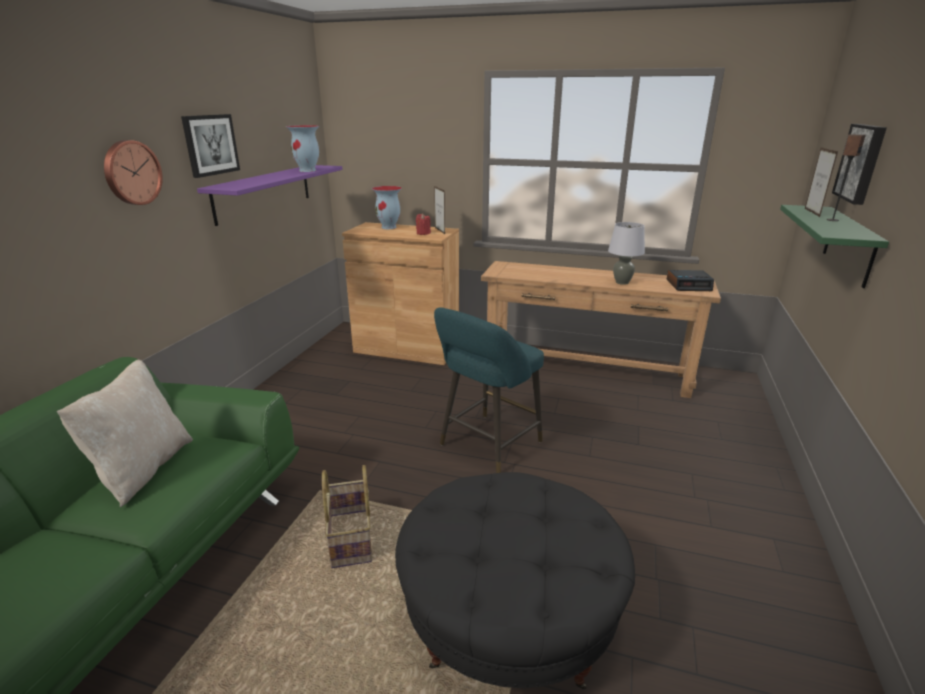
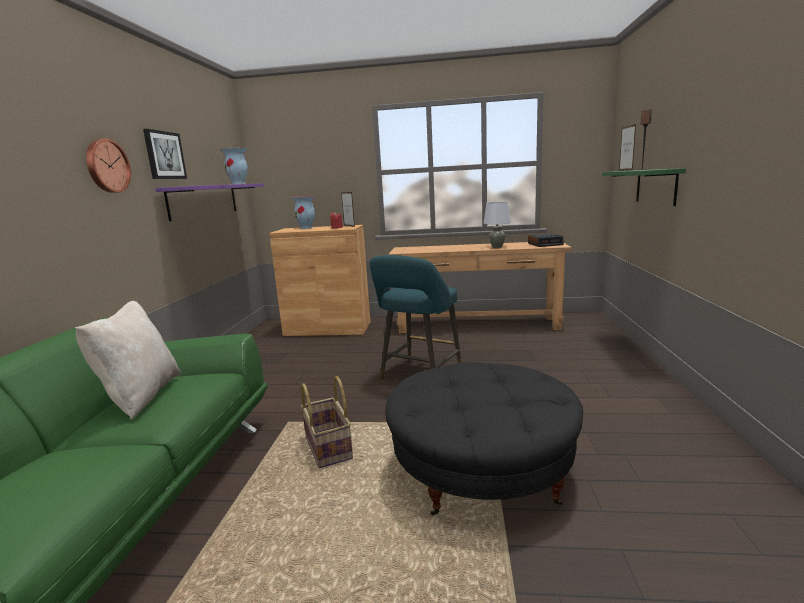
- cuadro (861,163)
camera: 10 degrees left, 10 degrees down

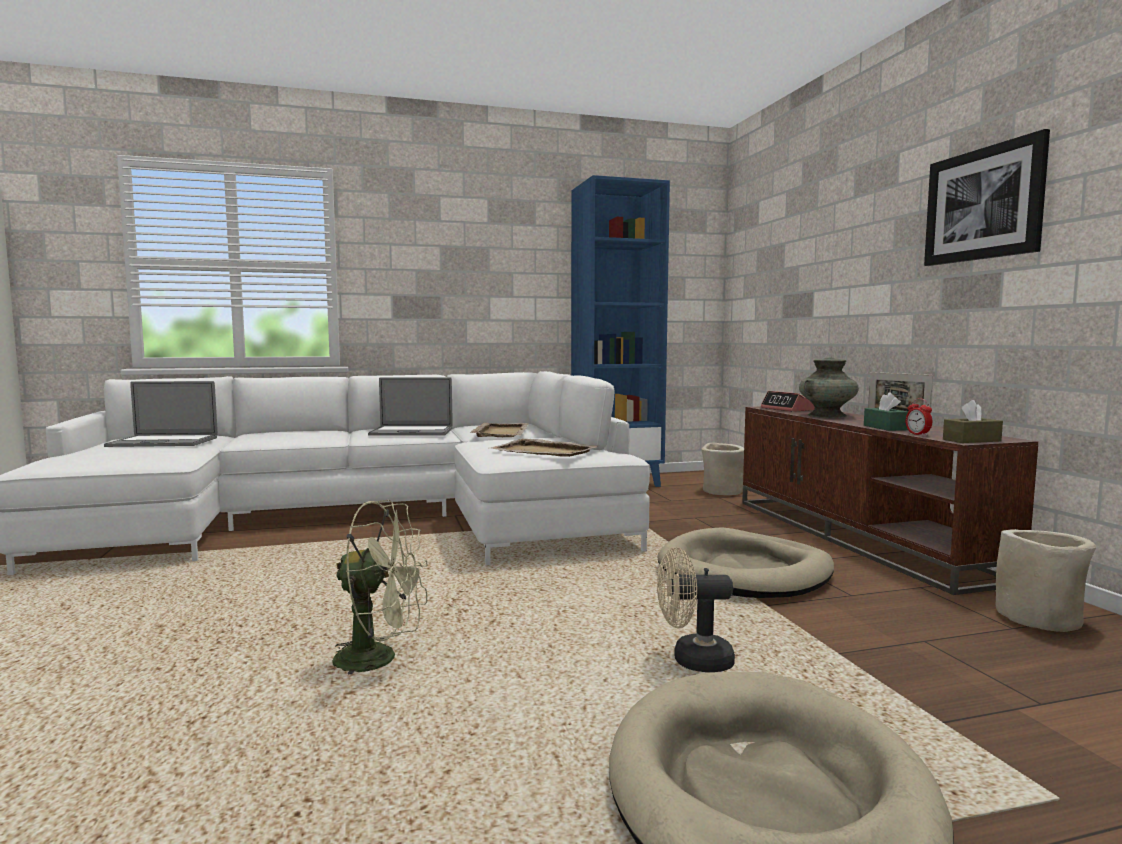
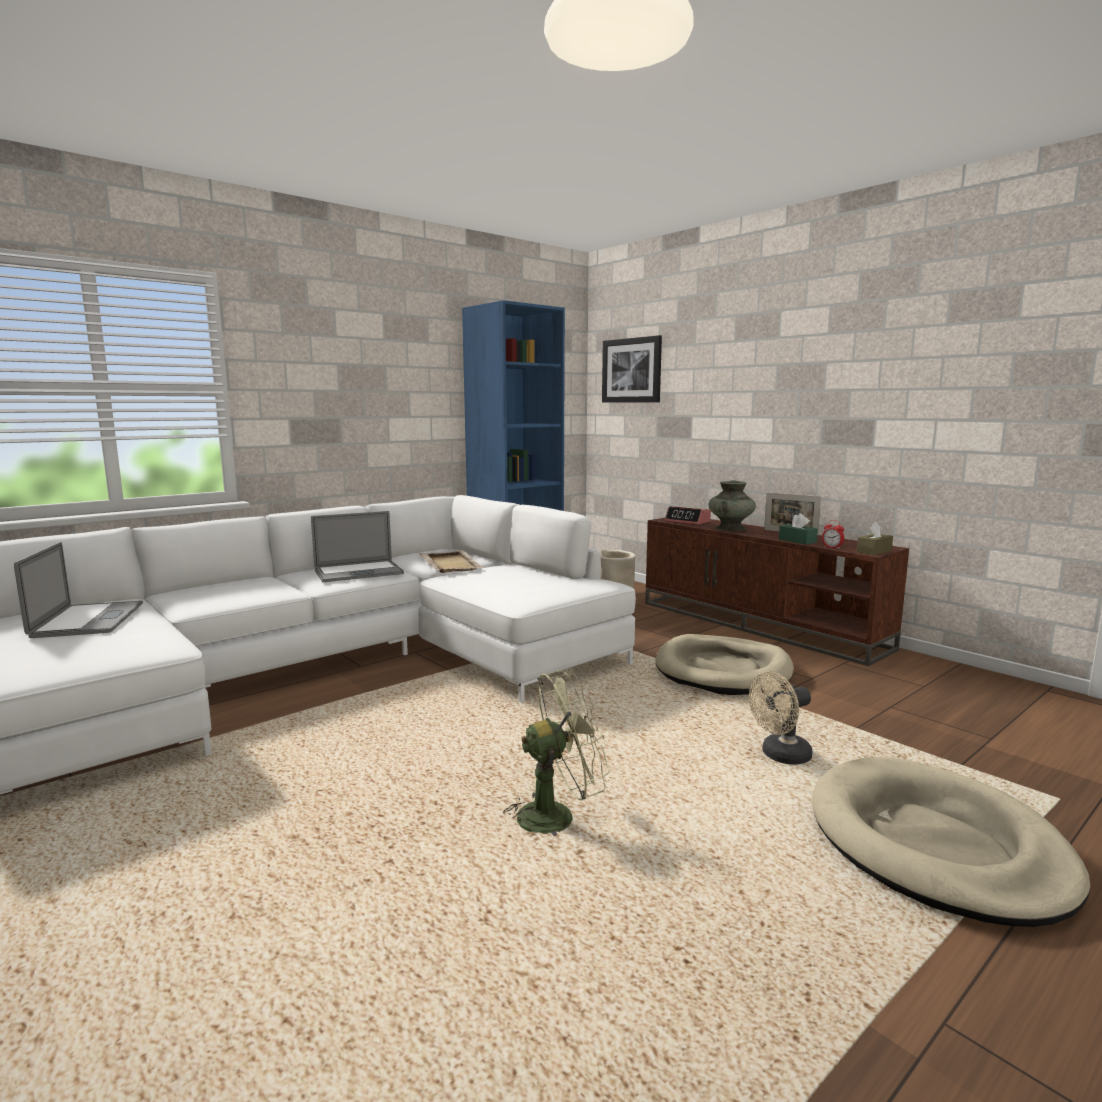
~ portátil (163,442) = (88,620) 75 degrees counterclockwise
- bandeja (beis) (545,451)
~ cuadro (983,204) to (631,370)
- maceta (beis) (1040,619)
camera: 25 degrees left, 5 degrees up

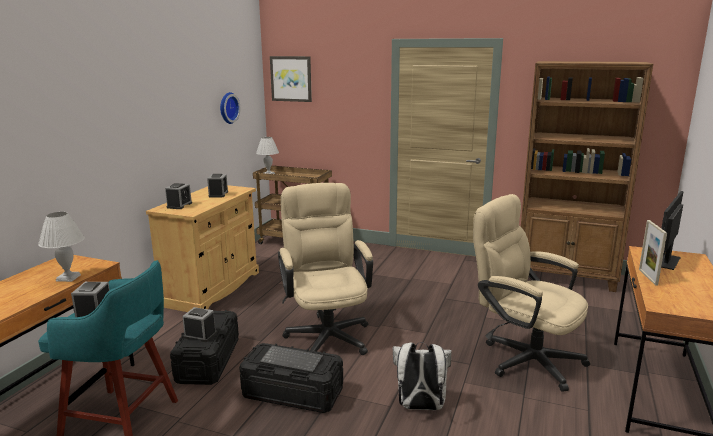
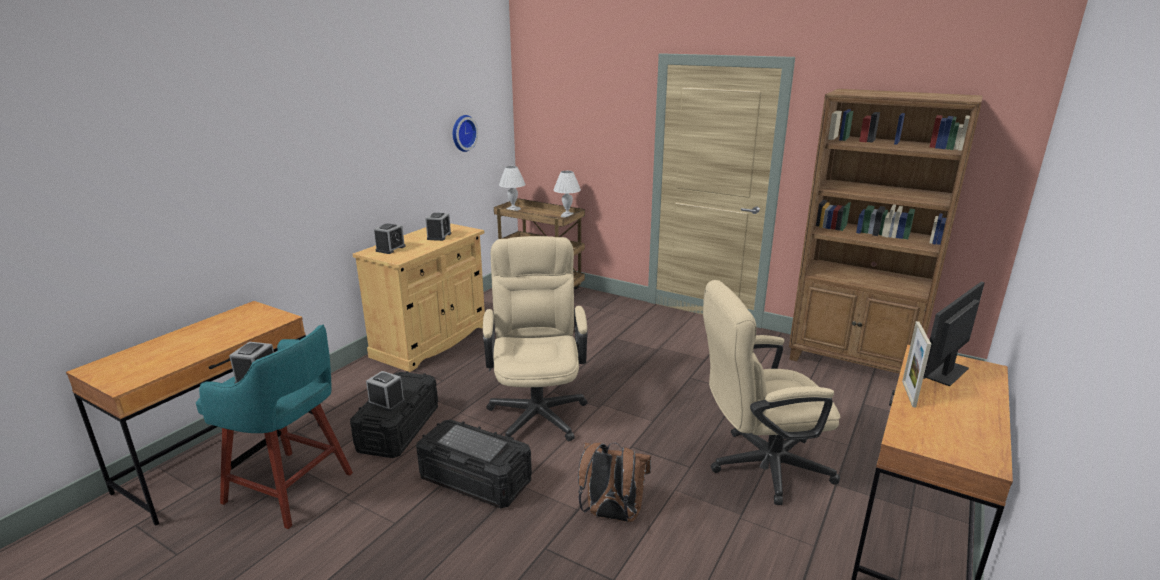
~ lámpara de mesa (blanco) (68,278) to (567,215)
- cuadro (291,78)
~ mochila (blanco) (420,407) to mochila (marrón) (611,515)
~ silla de oficina (beis) (524,357) = (759,466) 60 degrees counterclockwise
camera: 10 degrees right, 5 degrees up

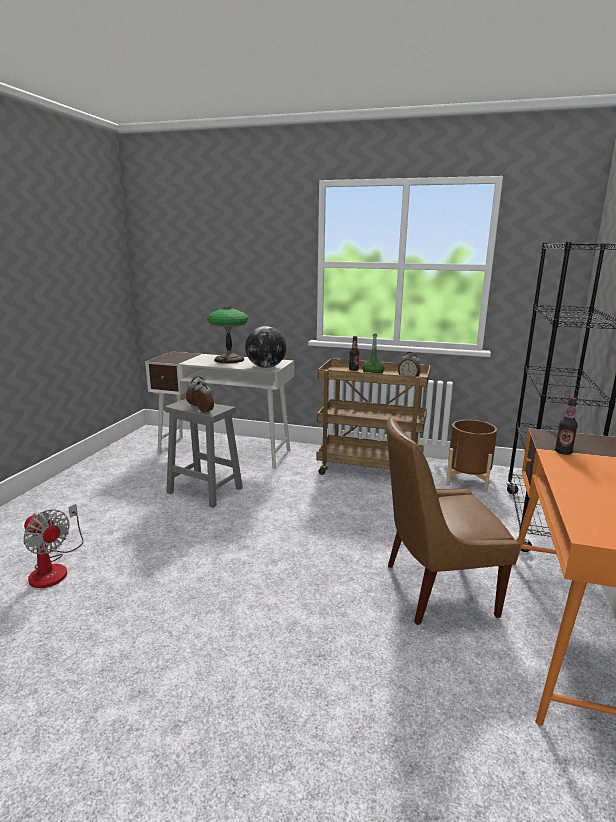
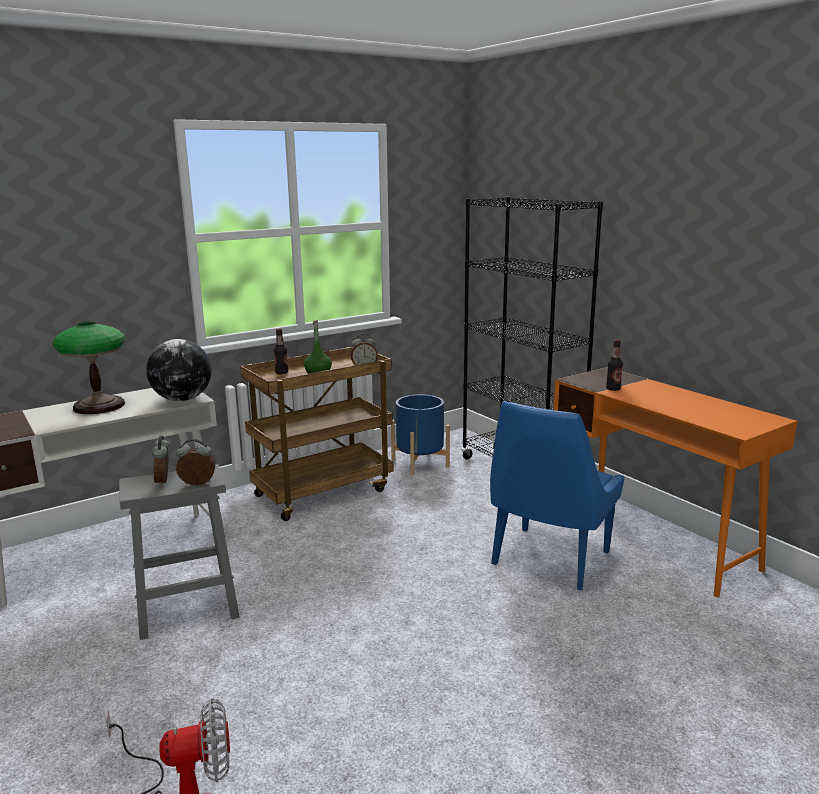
~ silla (marrón) (434,590) to silla (azul) (548,560)
~ maceta (marrón) (468,480) to maceta (azul) (420,463)
camera: 50 degrees left, 0 degrees up

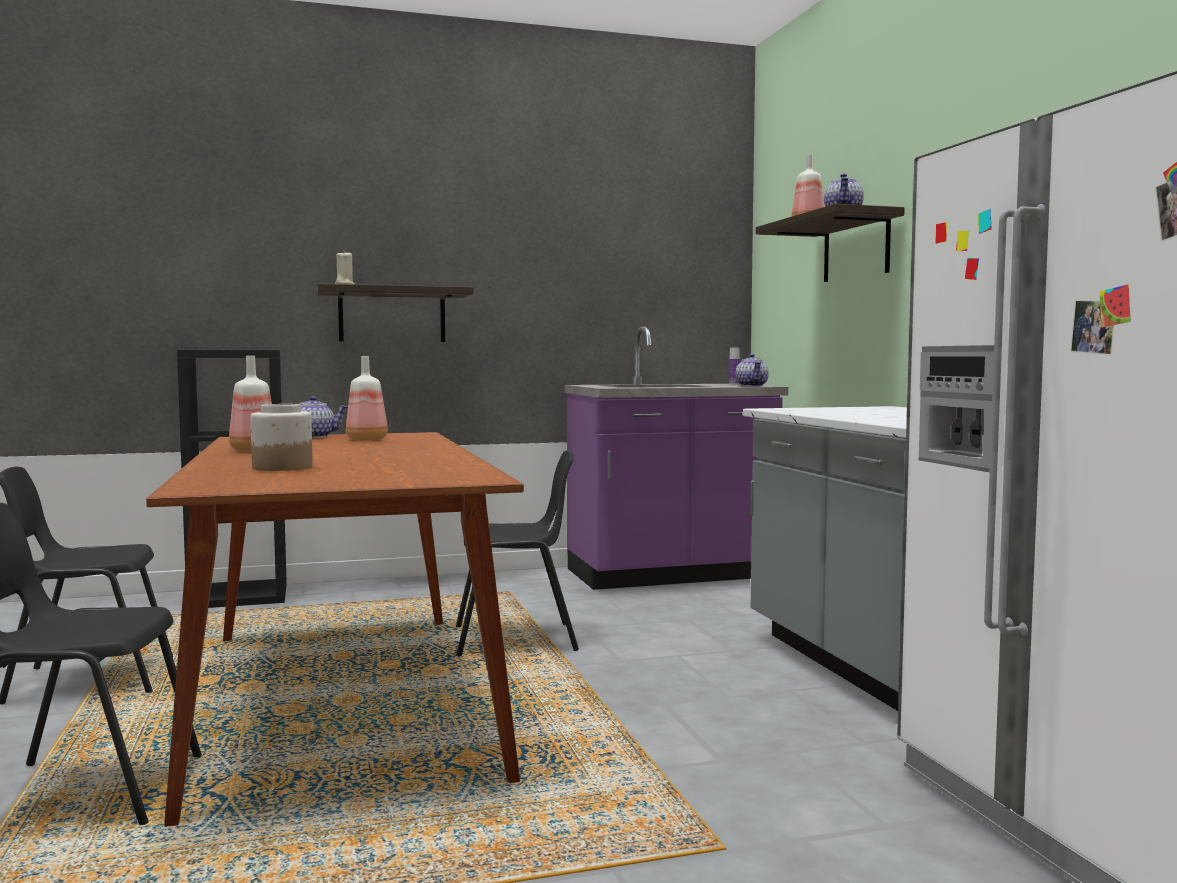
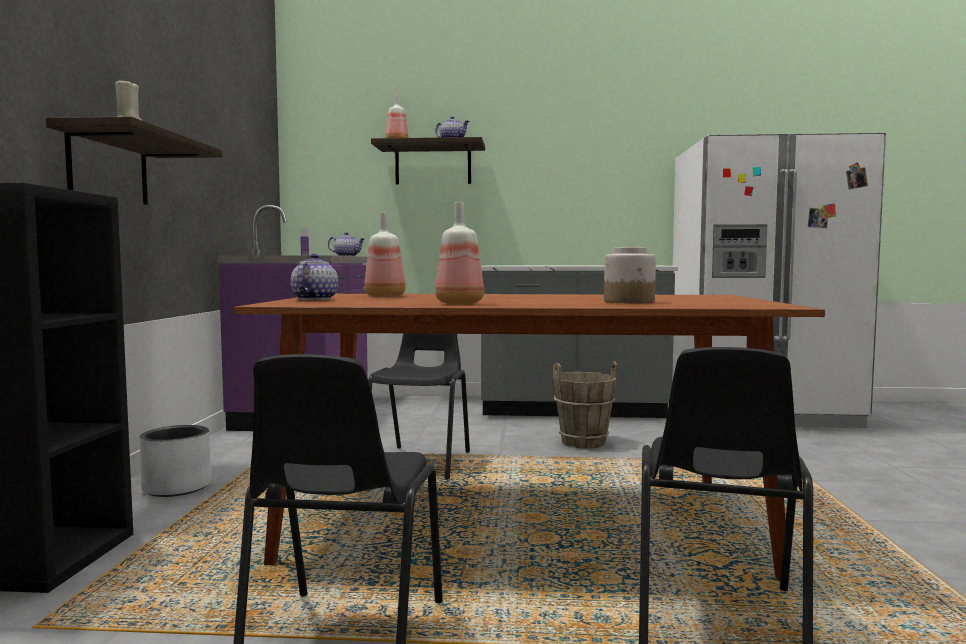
+ maceta (gris) (177,487)
+ cubo (marrón) (583,442)
camera: 70 degrees left, 0 degrees up

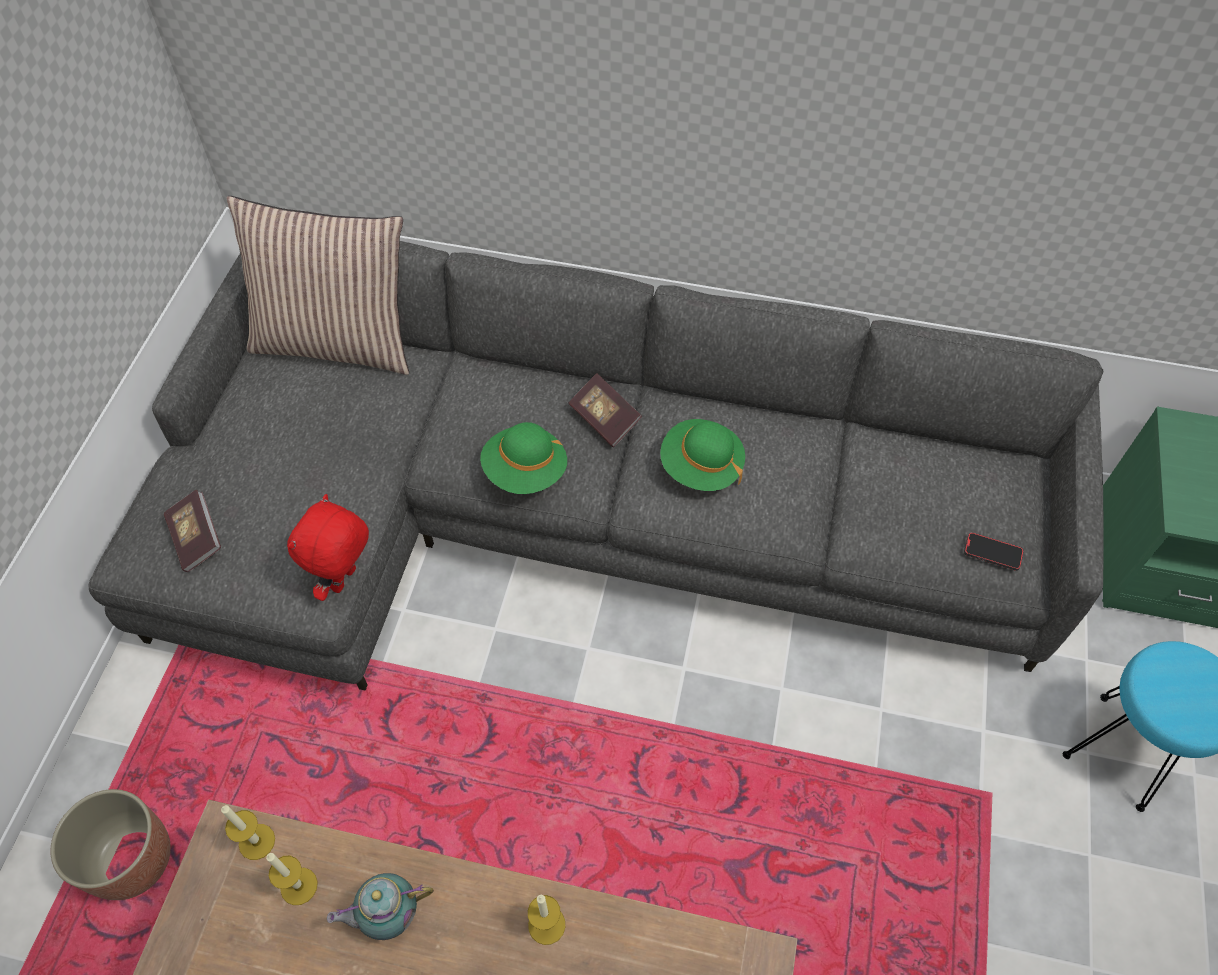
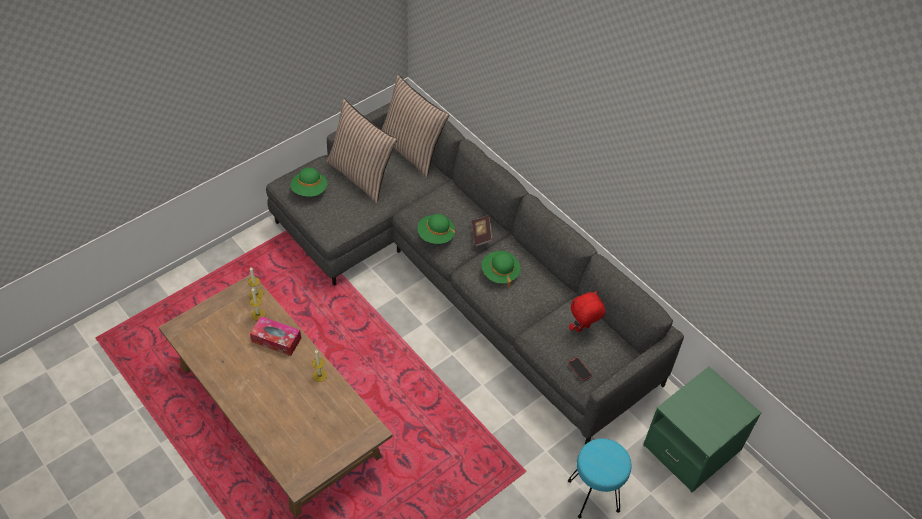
- maceta (132,859)
~ libro (197,538) to sombrero (verde) (309,190)
~ peluche (rojo) (345,580) to (583,329)
~ tetera (387,915) to caja de pañuelos (276,340)
+ cojín (361,175)
camera: 35 degrees right, 5 degrees down

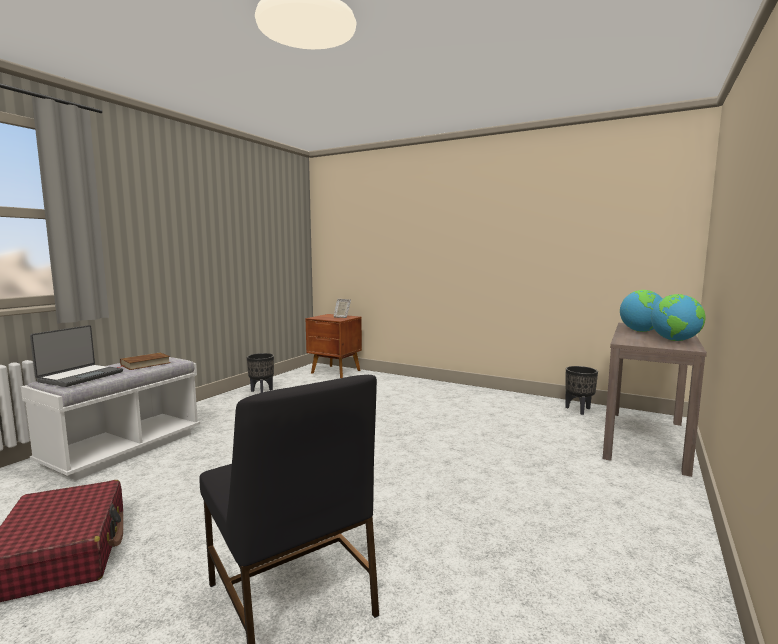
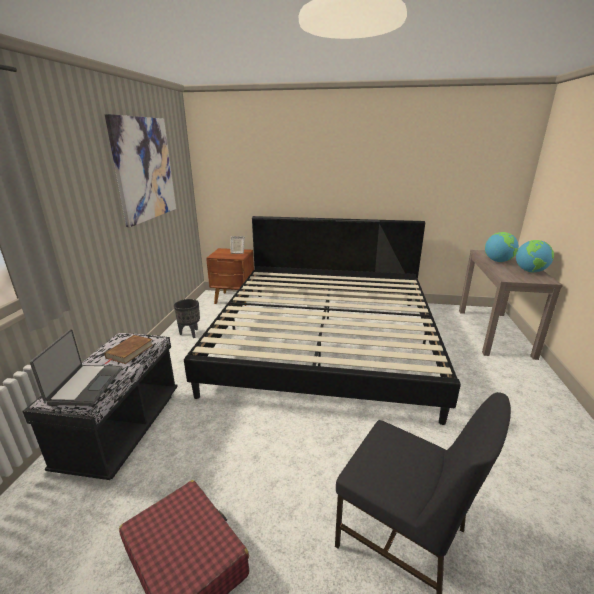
~ banco (blanco) (123,449) to banco (negro) (122,429)
- maceta (negro) (579,410)
+ cuadro (144,169)
+ cama (325,341)
camera: 20 degrees left, 15 degrees up

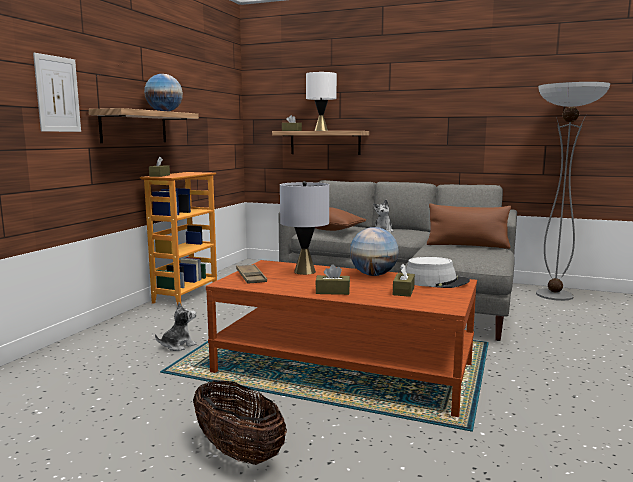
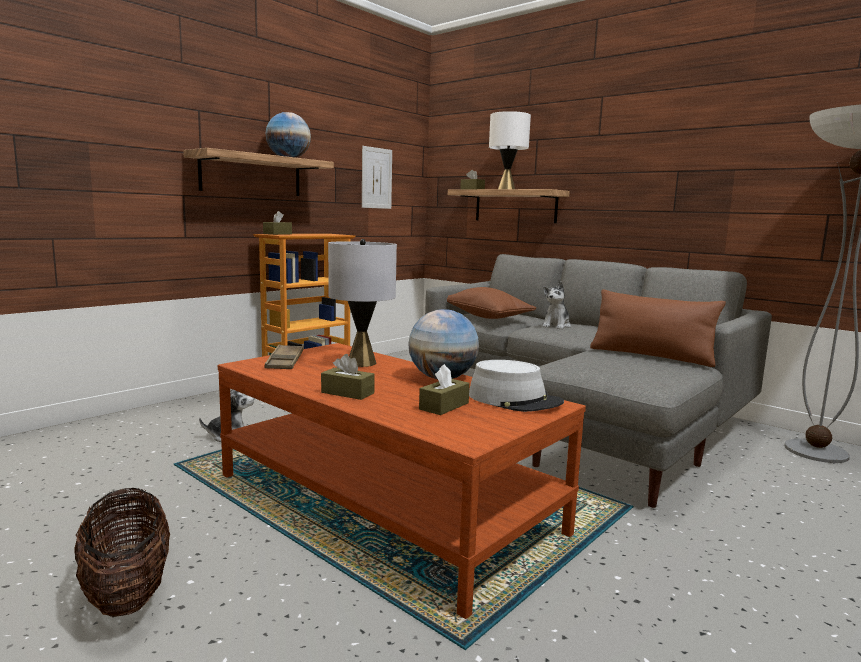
~ cuadro (57,94) to (376,178)
camera: 20 degrees right, 0 degrees up

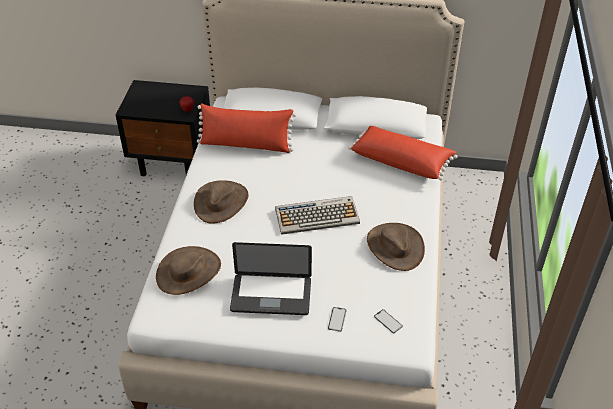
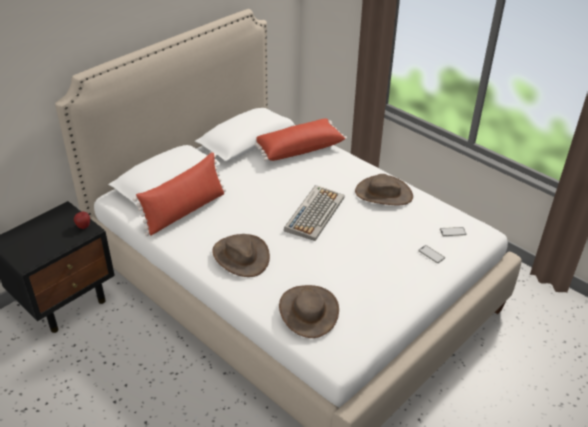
- portátil (271,295)
camera: 55 degrees left, 5 degrees down

